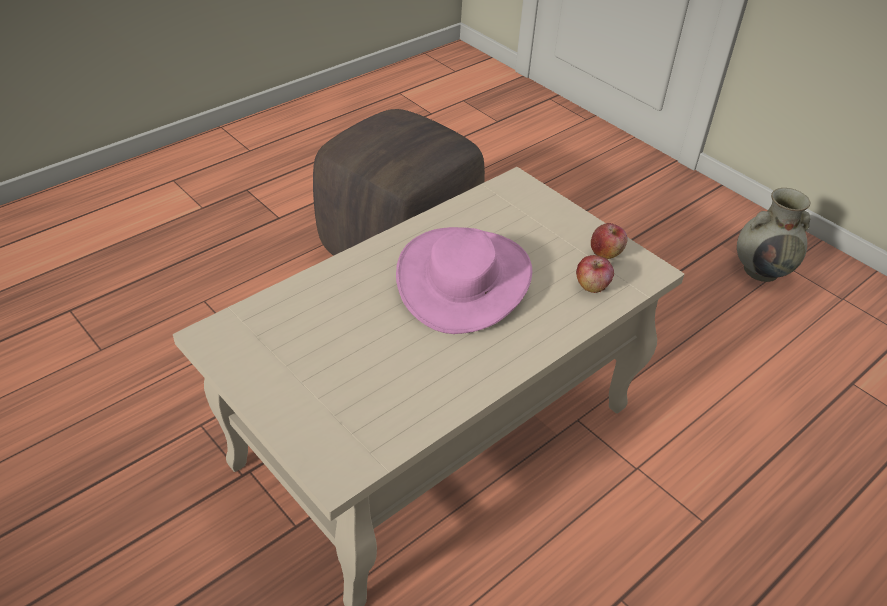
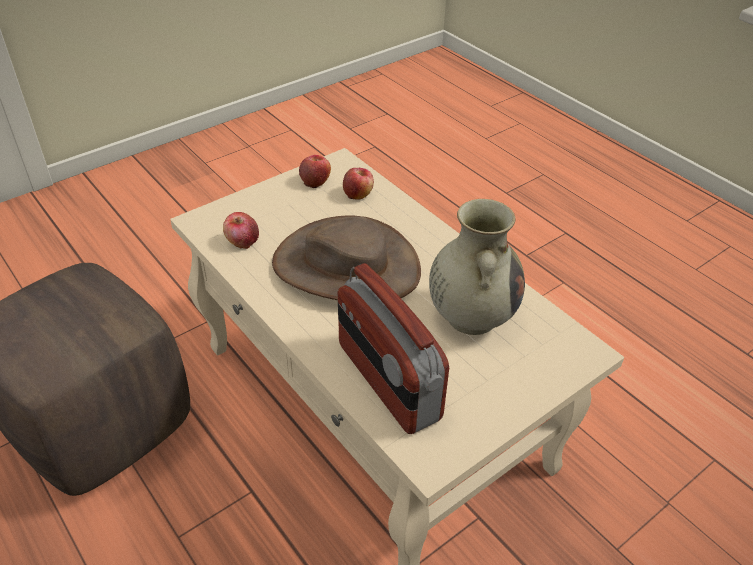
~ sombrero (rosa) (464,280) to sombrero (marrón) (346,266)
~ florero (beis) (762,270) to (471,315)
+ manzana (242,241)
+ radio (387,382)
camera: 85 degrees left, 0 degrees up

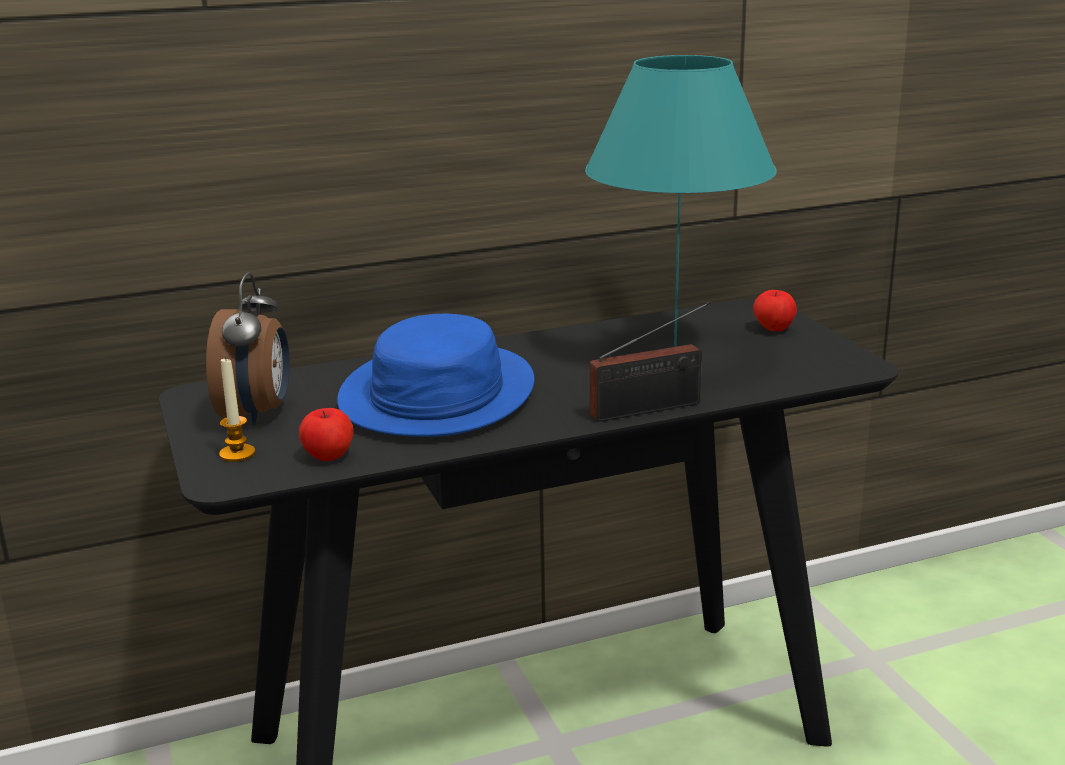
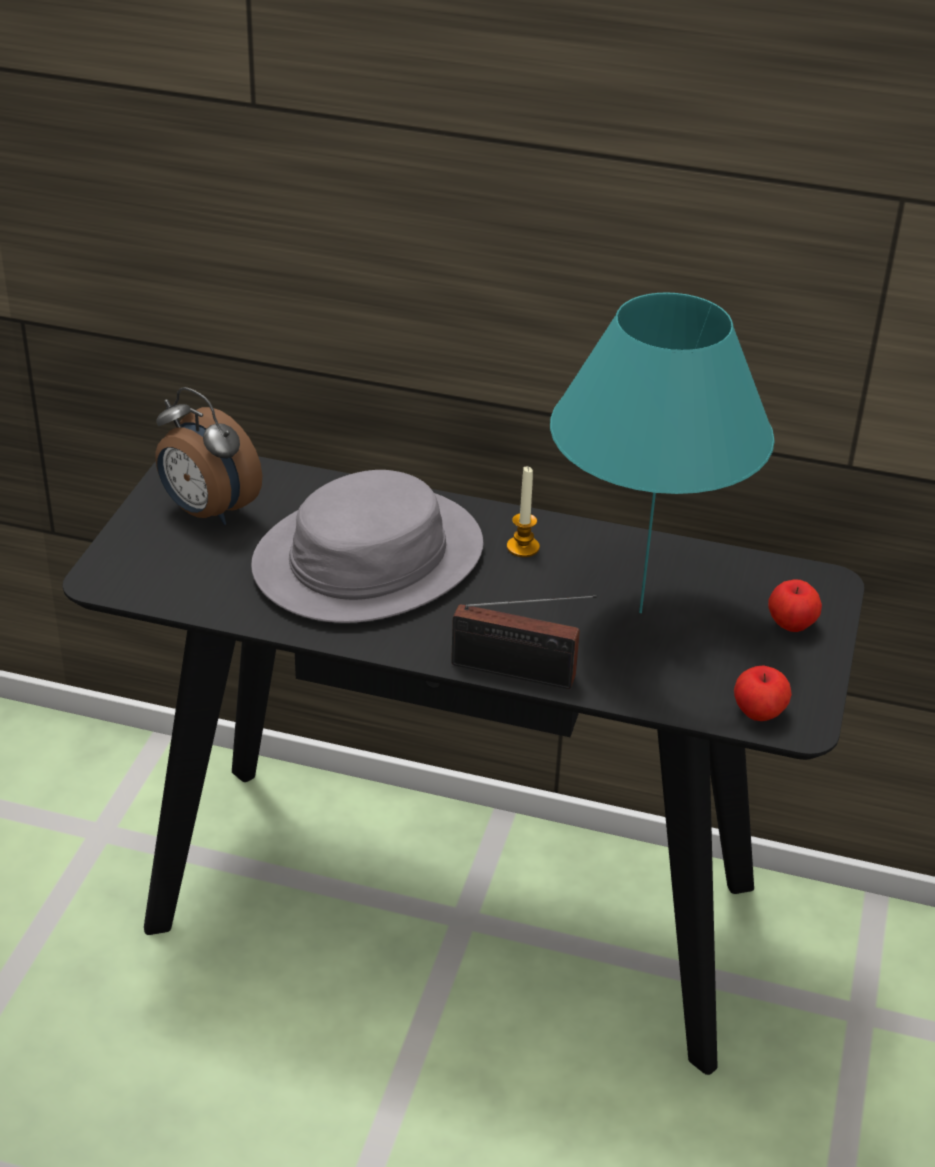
~ despertador (257,414) = (207,512) 90 degrees clockwise
~ vela (237,454) to (523,547)
~ manzana (329,456) to (759,712)
~ sombrero (azul) (436,394) to sombrero (gris) (368,558)
camera: 35 degrees right, 15 degrees up

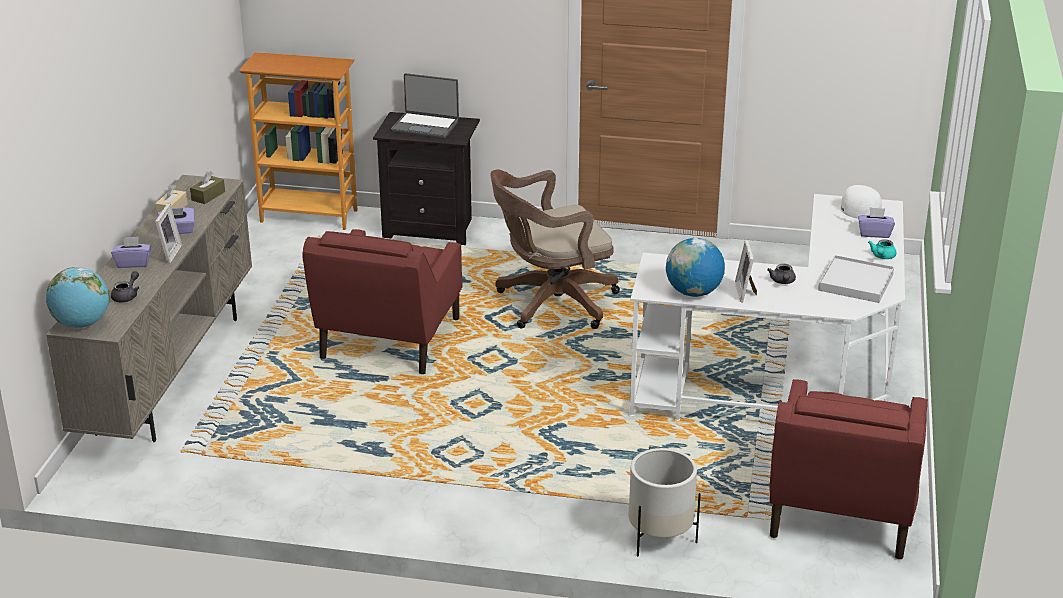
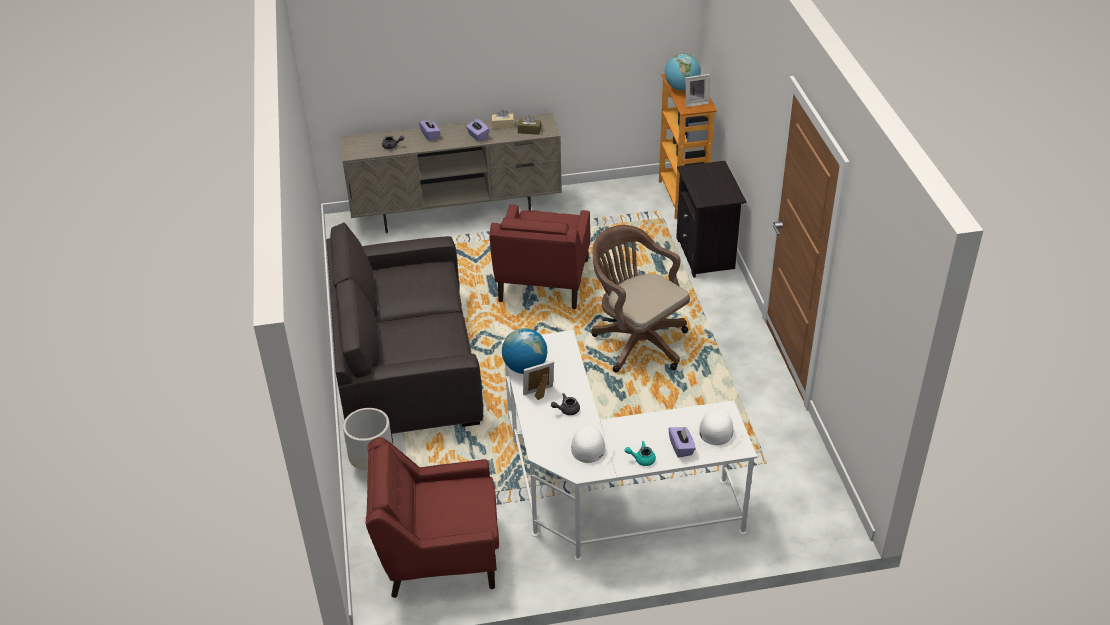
~ globo terráqueo (82,324) to (681,88)
~ portarretratos (167,254) to (695,102)
~ sillón (rojo) (389,340) = (543,283) 75 degrees counterclockwise
- portátil (425,126)
~ bandeja (blanco) (856,282) to sombrero (blanco) (588,450)
+ sofá (gris) (406,363)
camera: 70 degrees right, 10 degrees up

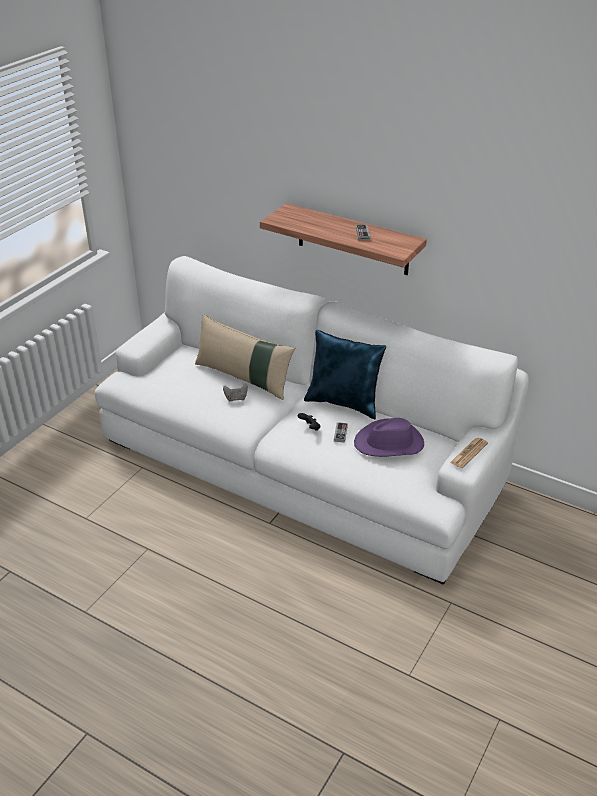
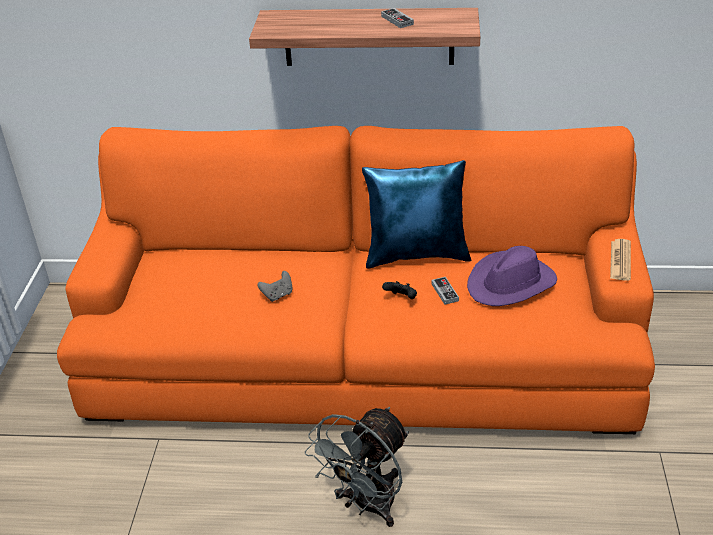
~ sofá (blanco) (299,463) to sofá (naranja) (361,356)
- cojín (beis) (244,377)
+ ventilador (gris) (367,506)
camera: 25 degrees left, 0 degrees up

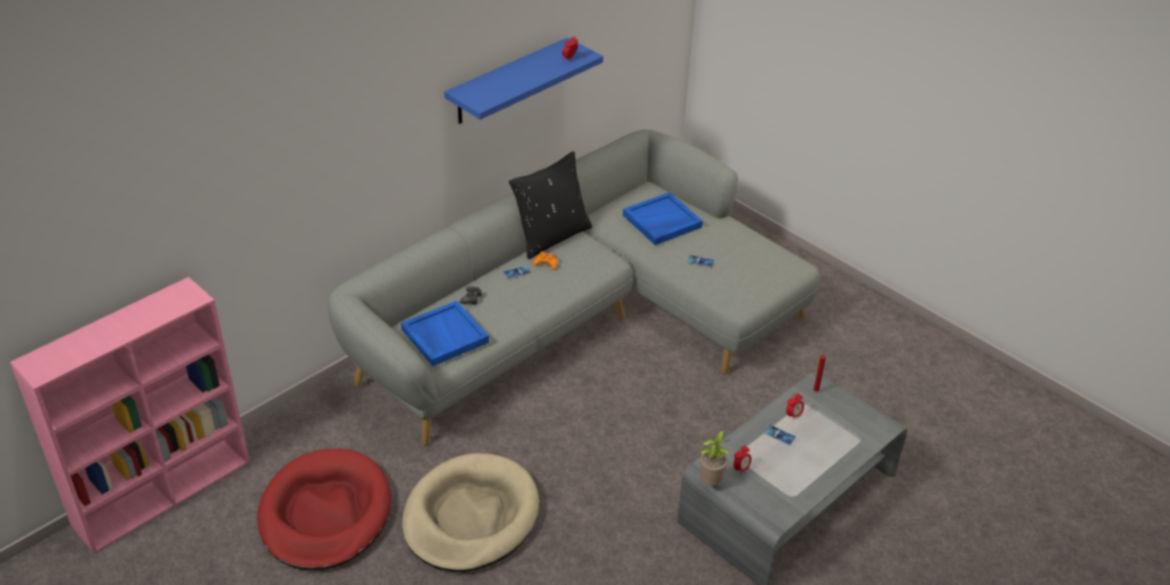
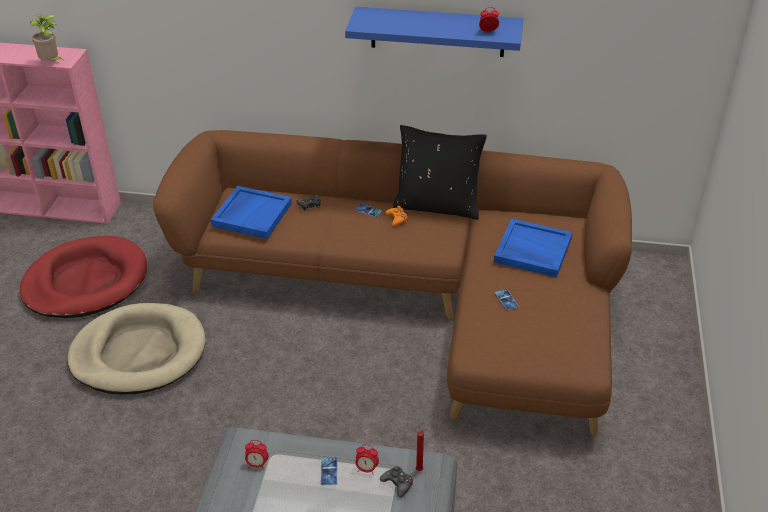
~ sofá (gris) (581,320) to sofá (marrón) (421,296)
~ planta en maceta (711,482) to (51,63)
+ mando de consola (negro) (397,484)
camera: 55 degrees right, 0 degrees up

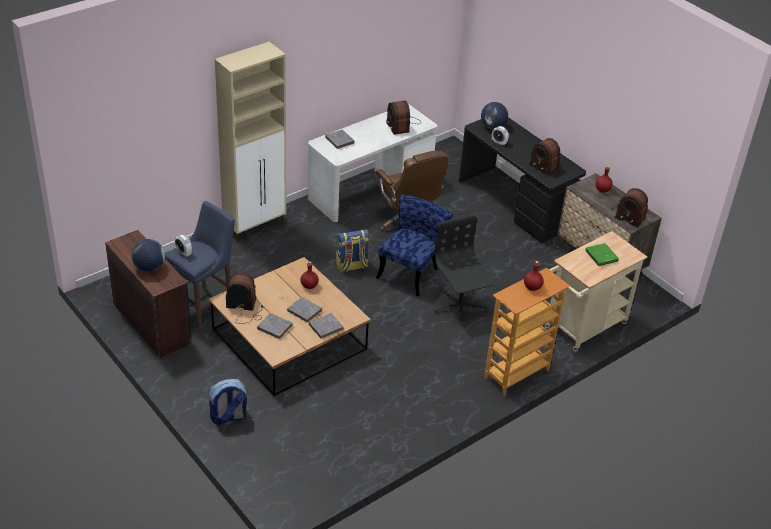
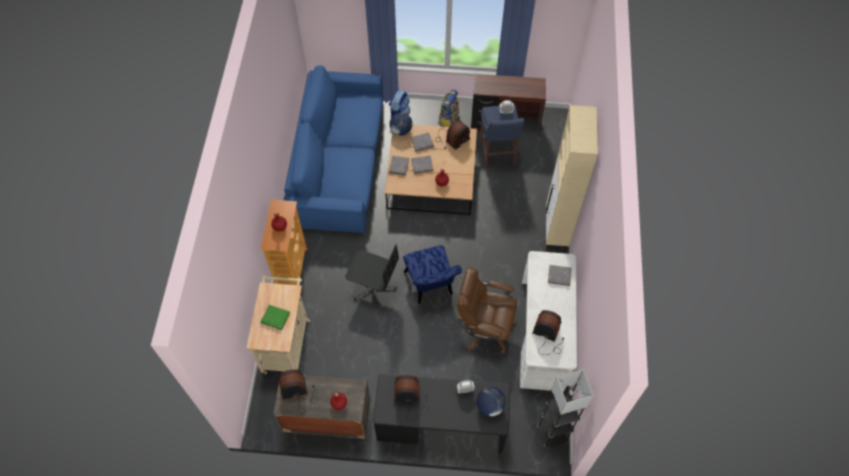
~ globo terráqueo (149,267) to (401,131)
~ mochila (351,266) to (448,118)
+ sofá (azul) (339,162)
+ lámpara de pie (gris) (552,434)
camera: 135 degrees right, 20 degrees up

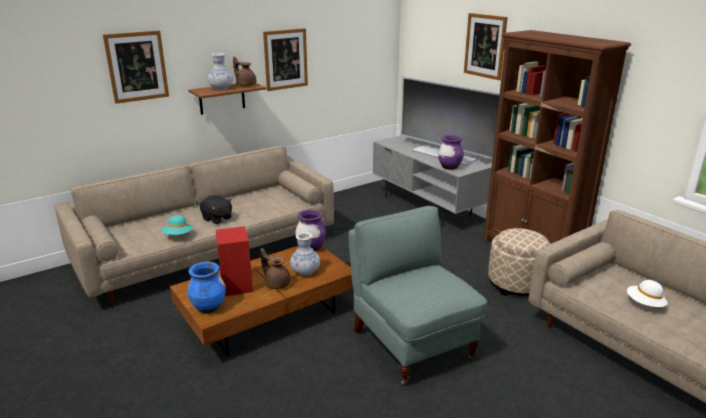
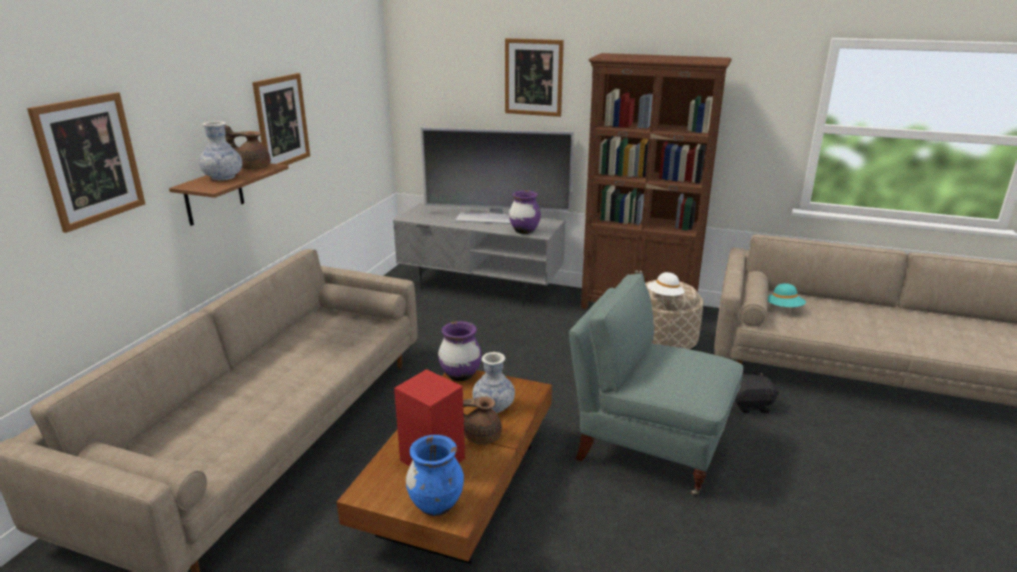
~ sombrero (turquesa) (178,235) to (784,308)
~ peluche (negro) (217,218) to (750,405)
~ sombrero (blanco) (644,304) to (664,297)
camera: 35 degrees left, 0 degrees up

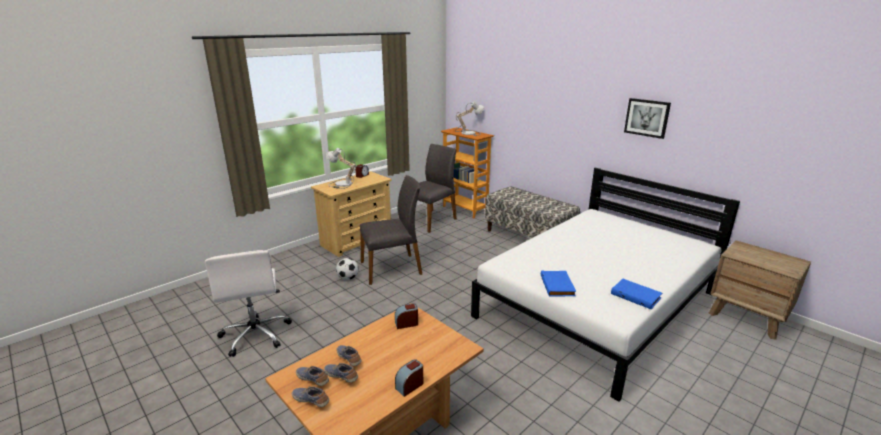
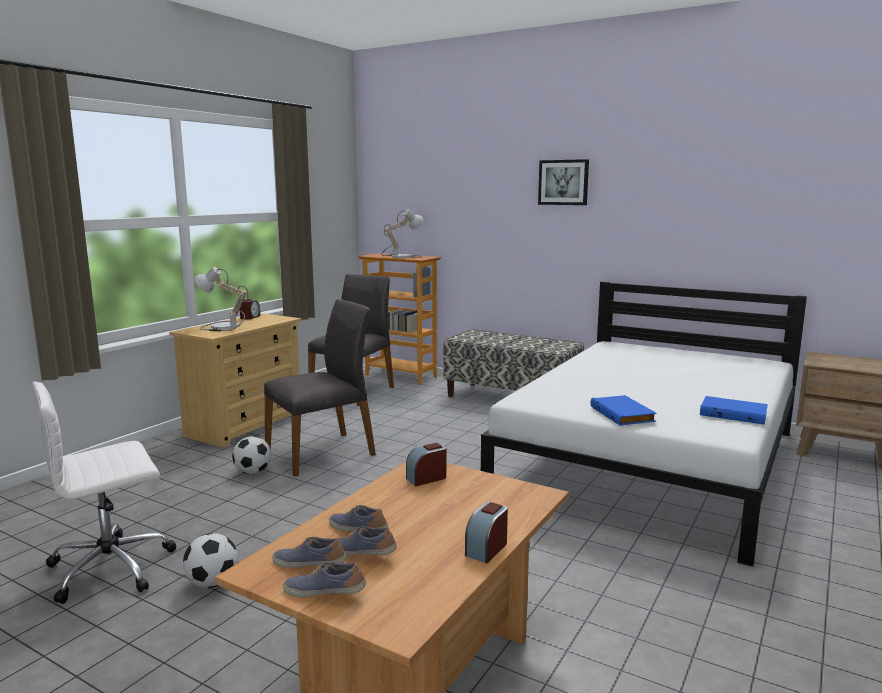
~ silla de oficina (blanco) (256,334) = (113,567) 90 degrees clockwise
~ cuadro (647,117) to (563,182)
+ balón de fútbol (212,583)
camera: 15 degrees left, 10 degrees down

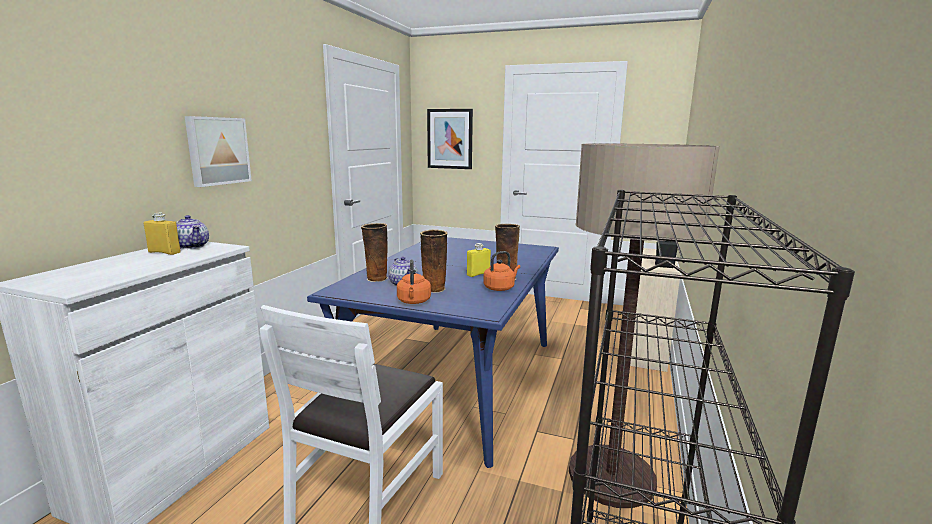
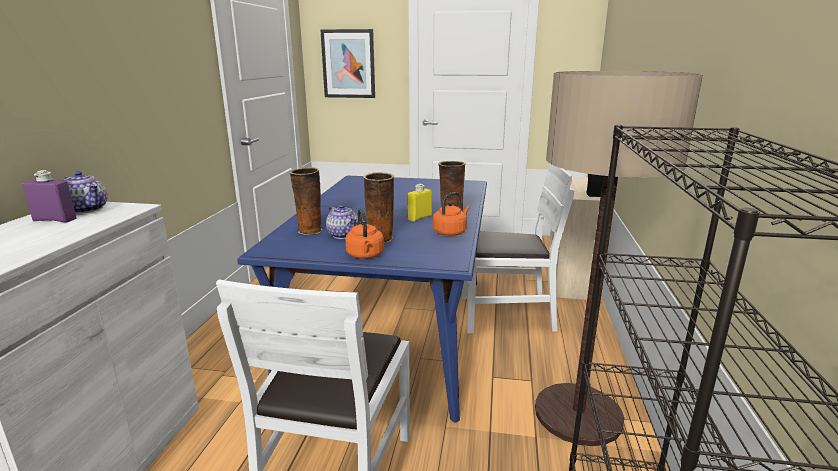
~ botella (amarillo) (164,252) to botella (morado) (55,220)
- cuadro (217,151)
+ silla (blanco) (505,314)
camera: 10 degrees left, 5 degrees up

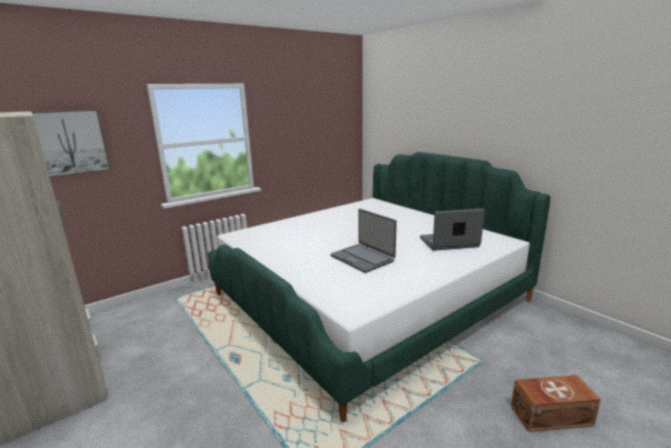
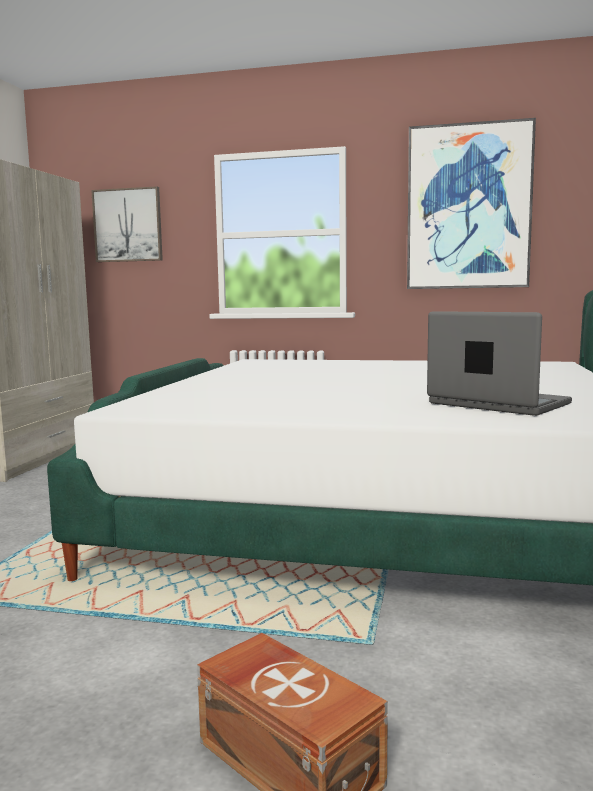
- portátil (362,258)
+ cuadro (468,207)
camera: 50 degrees right, 10 degrees down

